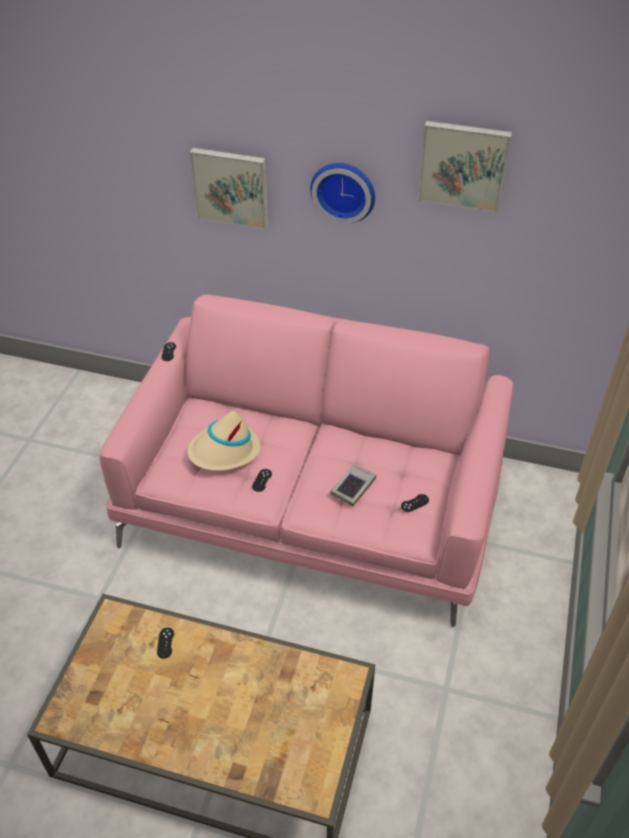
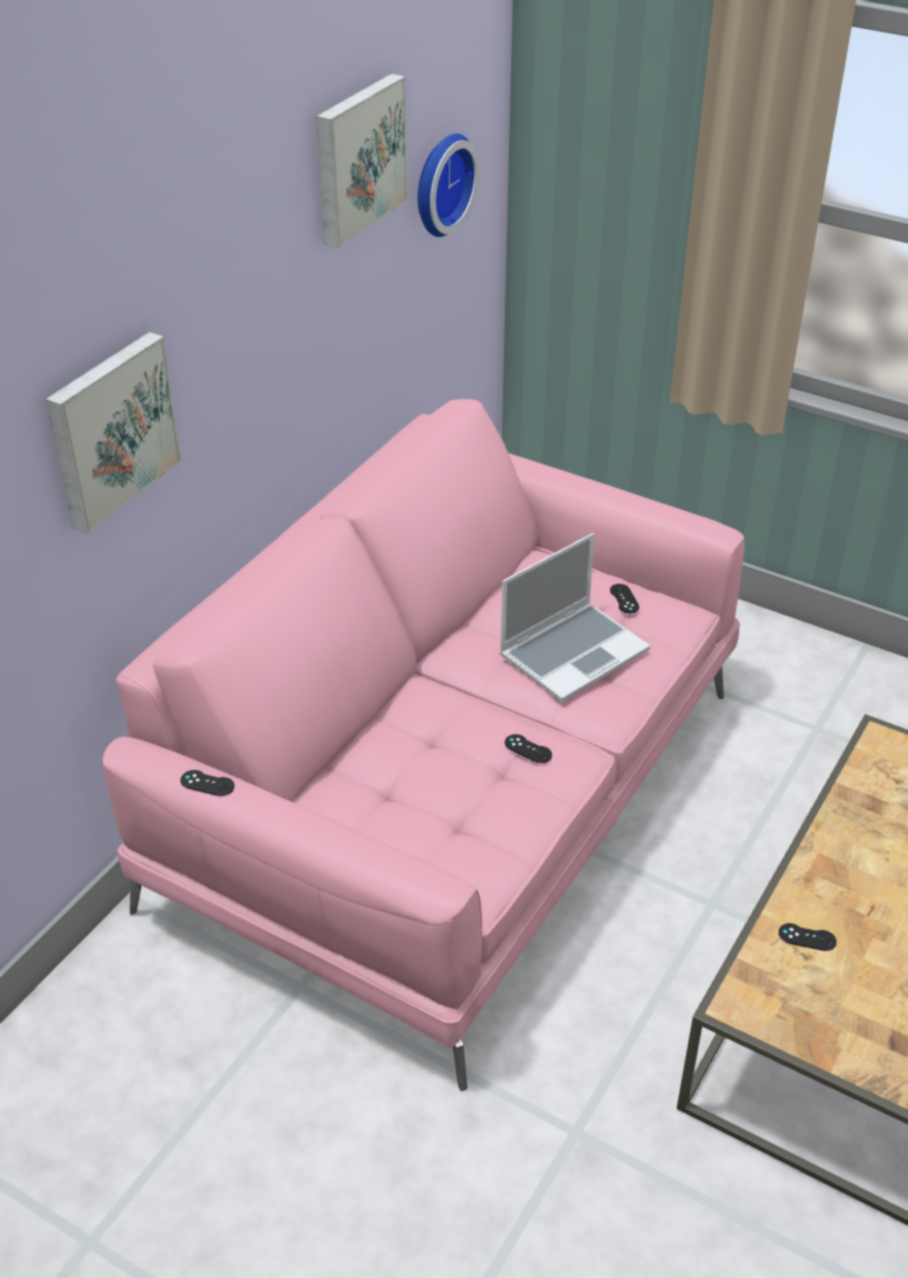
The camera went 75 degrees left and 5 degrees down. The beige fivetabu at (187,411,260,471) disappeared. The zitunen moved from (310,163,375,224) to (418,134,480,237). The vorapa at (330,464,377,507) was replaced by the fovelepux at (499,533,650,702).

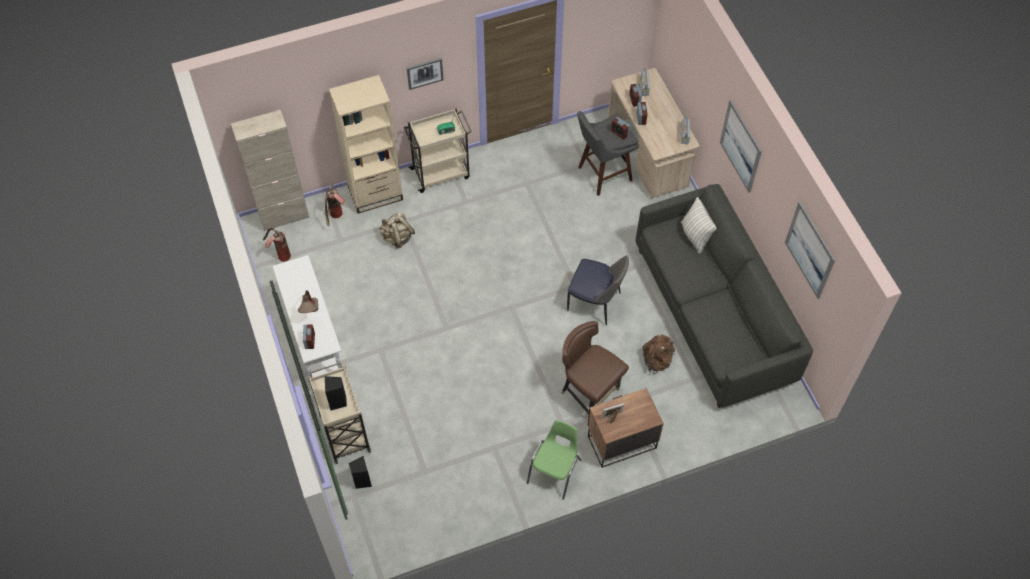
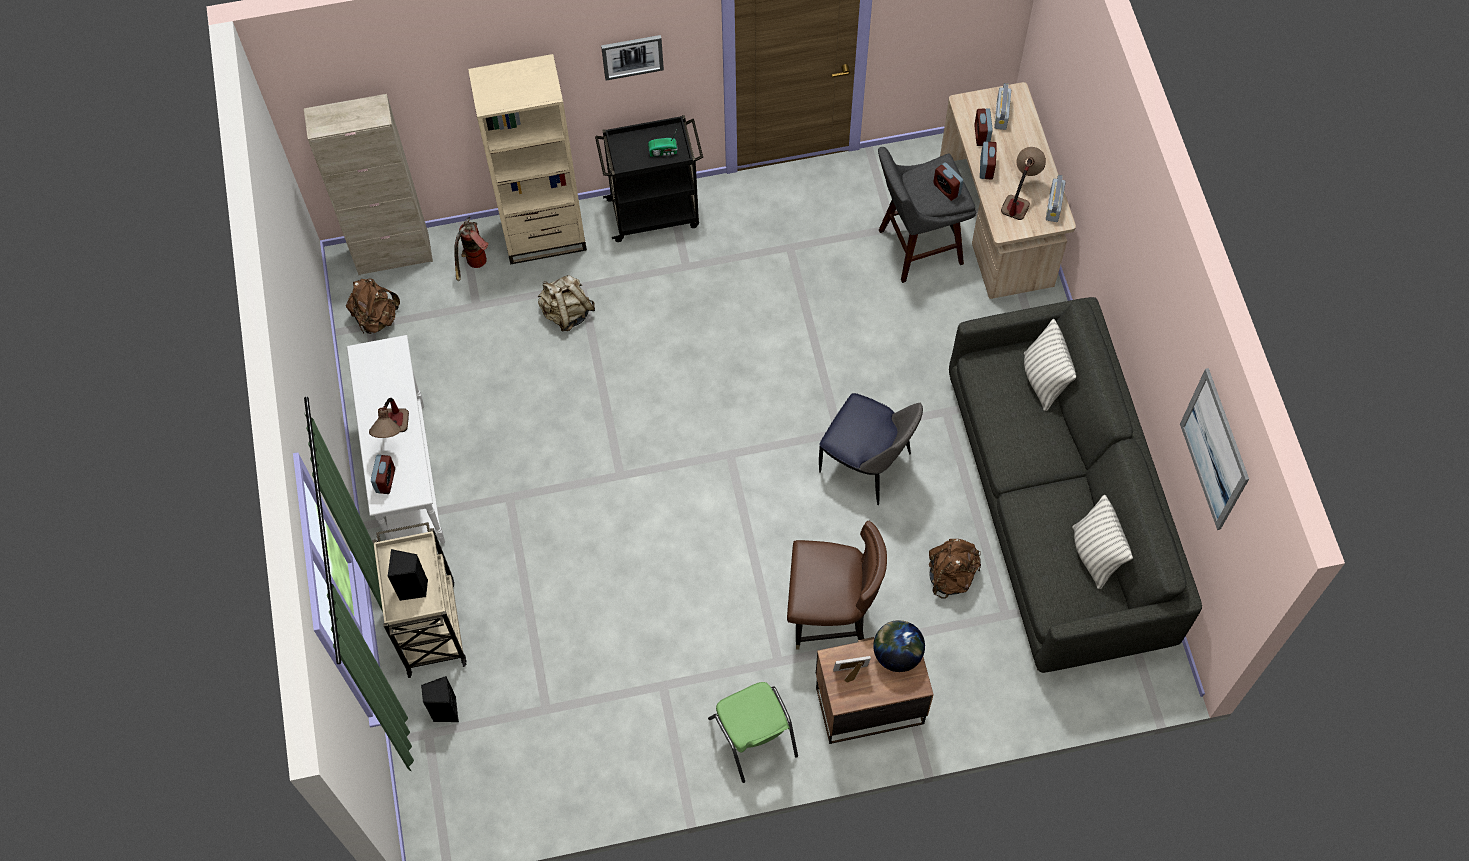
The camera went 10 degrees right and 5 degrees up. The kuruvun at (263,227,291,262) was replaced by the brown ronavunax at (346,278,400,334). The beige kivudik at (404,109,472,193) became the black kivudik at (595,115,703,242). The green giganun at (527,420,581,500) turned 120 degrees clockwise. The brown giganun at (561,321,629,417) turned 135 degrees clockwise. The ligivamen at (720,100,762,193) disappeared. The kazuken at (873,620,925,672) appeared. The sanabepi at (1001,147,1046,220) appeared. The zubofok at (1072,495,1133,589) appeared.

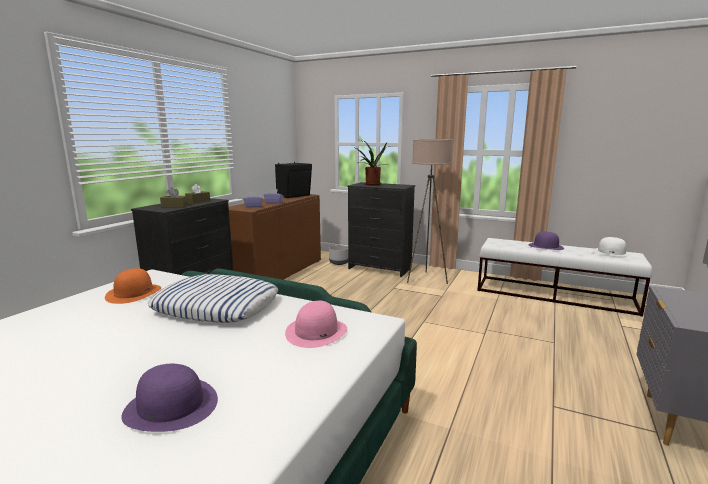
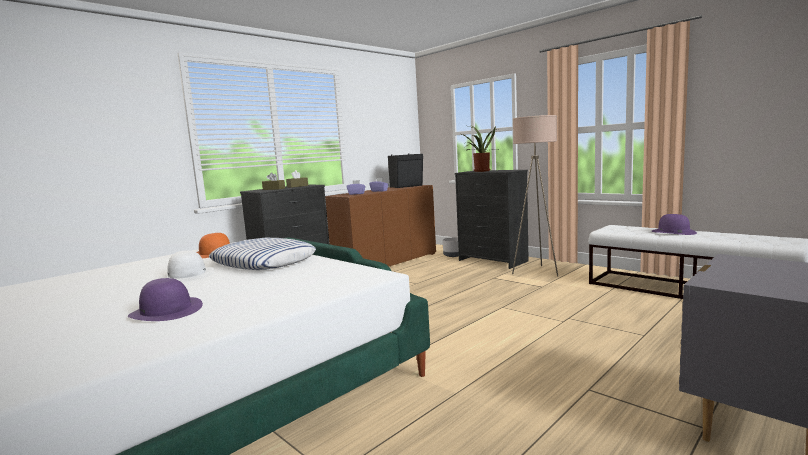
The camera went 20 degrees right and 5 degrees down. The pink fivetabu at (285,301,347,348) disappeared. The white fivetabu moved from (592,237,632,257) to (159,250,214,282).

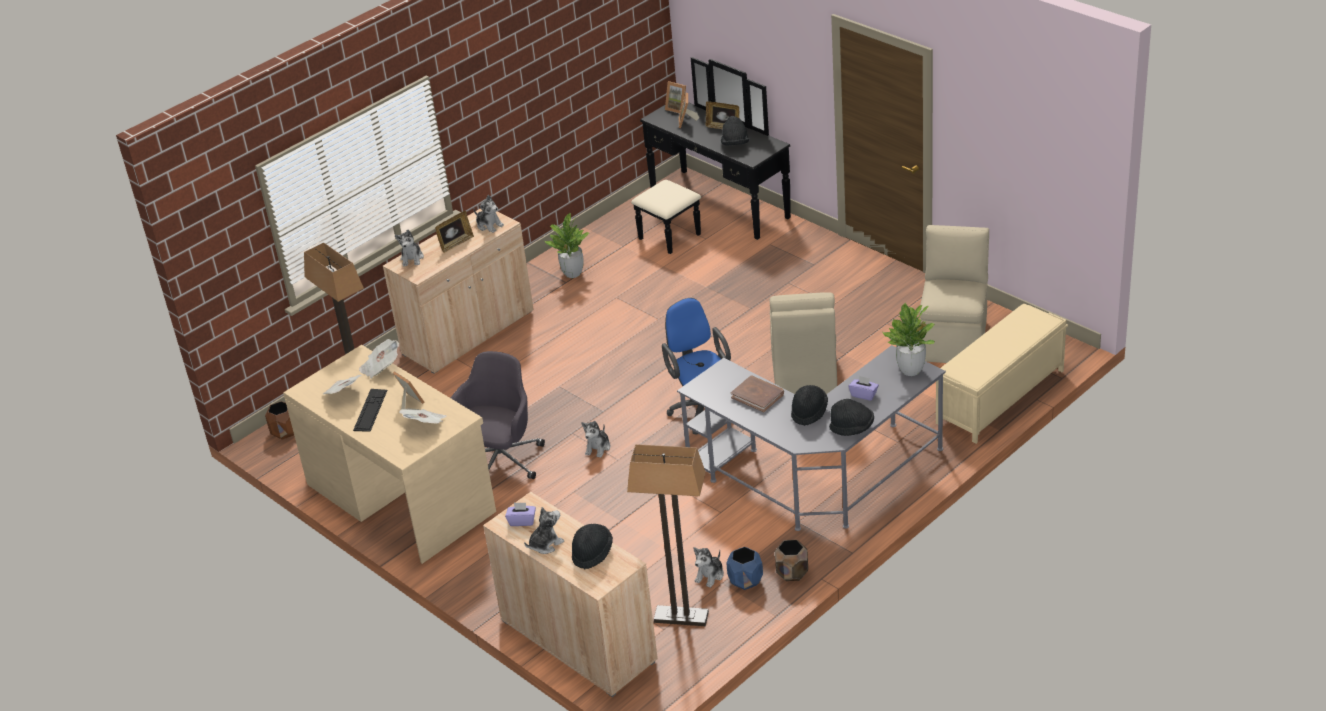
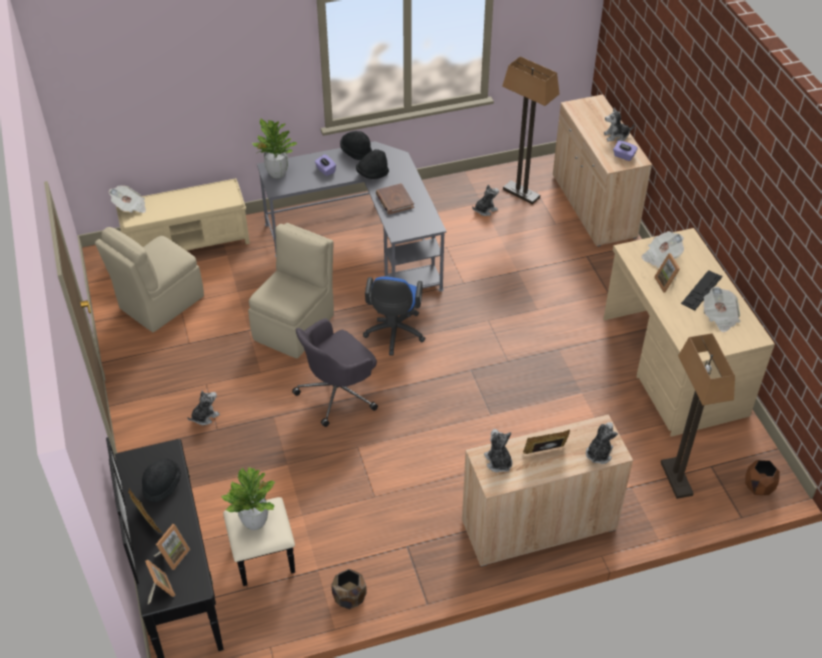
The camera went 155 degrees left and 10 degrees up. The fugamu moved from (359,339,399,379) to (109,185,146,213). The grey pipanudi moved from (450,351,545,479) to (292,318,378,427). The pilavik moved from (545,212,589,278) to (221,467,275,530). The black fivetabu at (572,524,613,569) disappeared. The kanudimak moved from (582,421,610,458) to (187,391,220,425). The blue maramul at (726,547,763,590) disappeared. The brown maramul moved from (775,540,808,581) to (331,569,367,609).

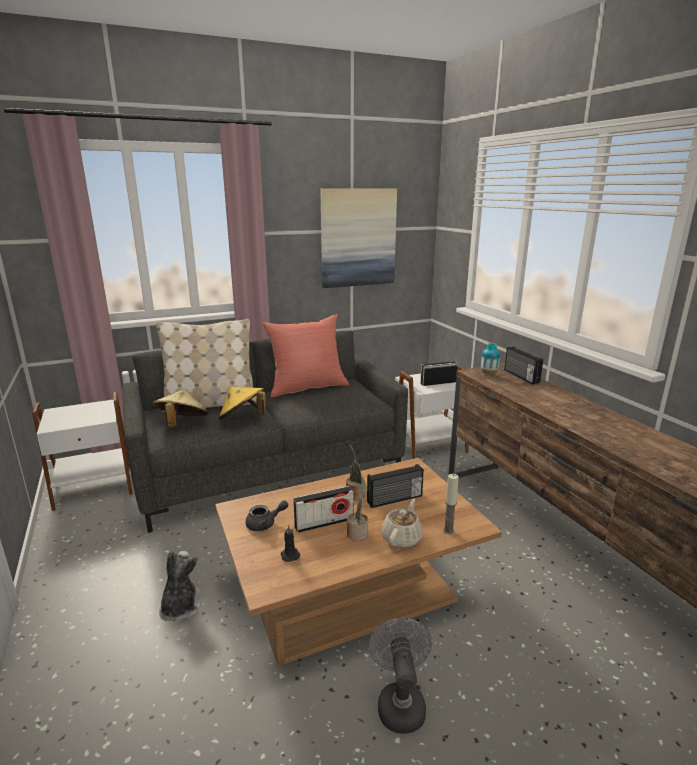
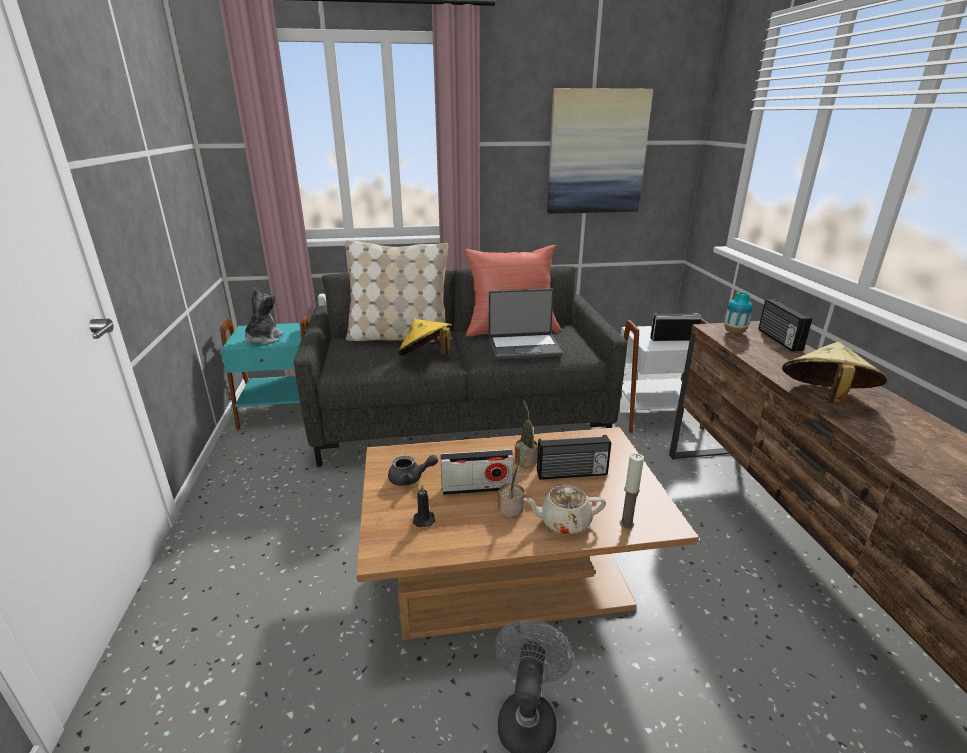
The camera went 15 degrees right and 5 degrees up. The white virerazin at (32,392,133,511) became the turquoise virerazin at (220,314,309,430). The beige fivetabu moved from (152,389,209,427) to (782,342,887,405). The kanudimak moved from (159,551,201,622) to (245,287,283,344). The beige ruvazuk at (381,499,423,548) turned 135 degrees counterclockwise. The fovelepux at (489,288,563,360) appeared.

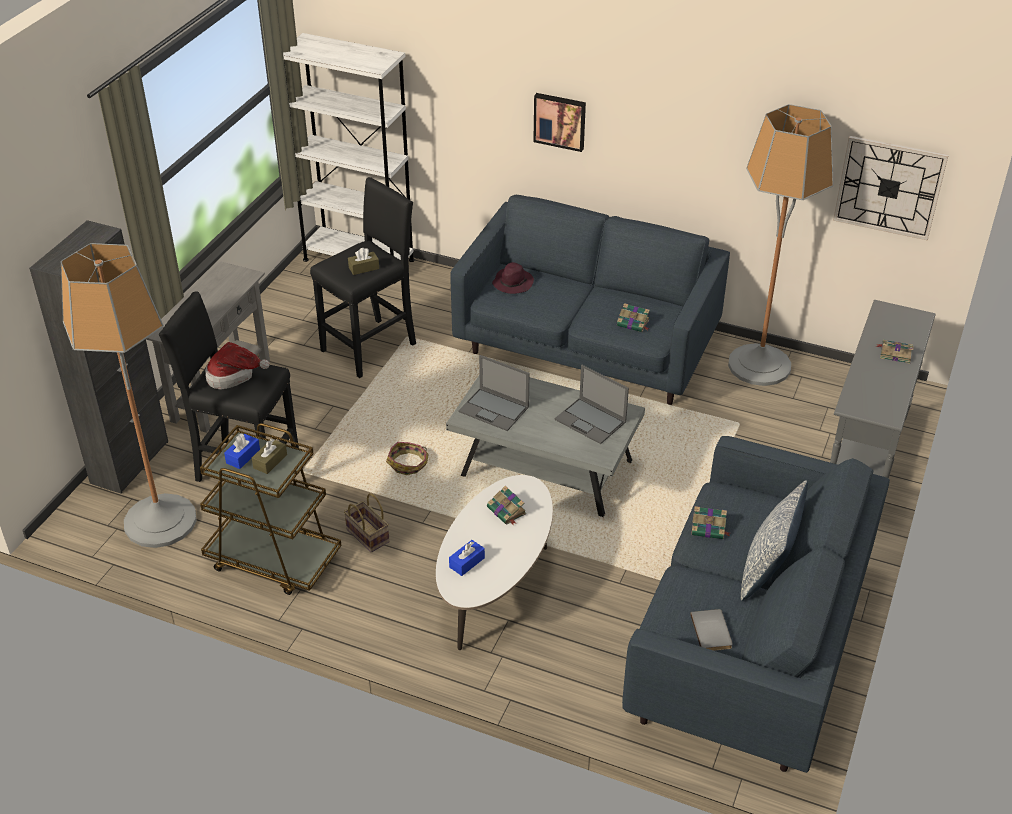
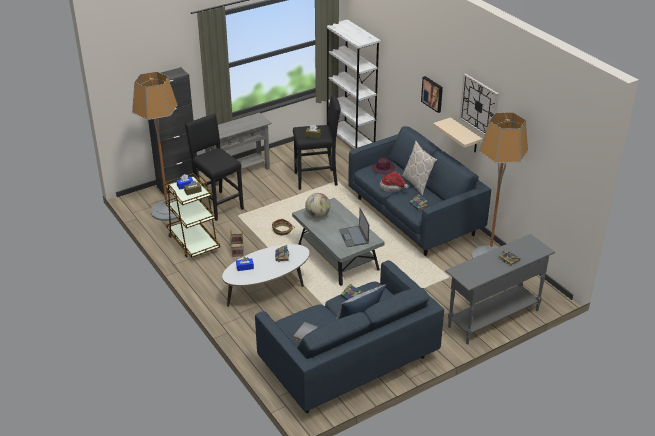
The camera went 35 degrees right and 5 degrees down. The fivetabu moved from (205,342,270,389) to (380,171,409,192). The fovelepux at (458,355,529,431) was replaced by the kazuken at (305,193,331,218). The zitunen moved from (833,136,949,241) to (459,74,499,135). The zubofok at (402,141,437,196) appeared. The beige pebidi at (433,117,482,153) appeared.

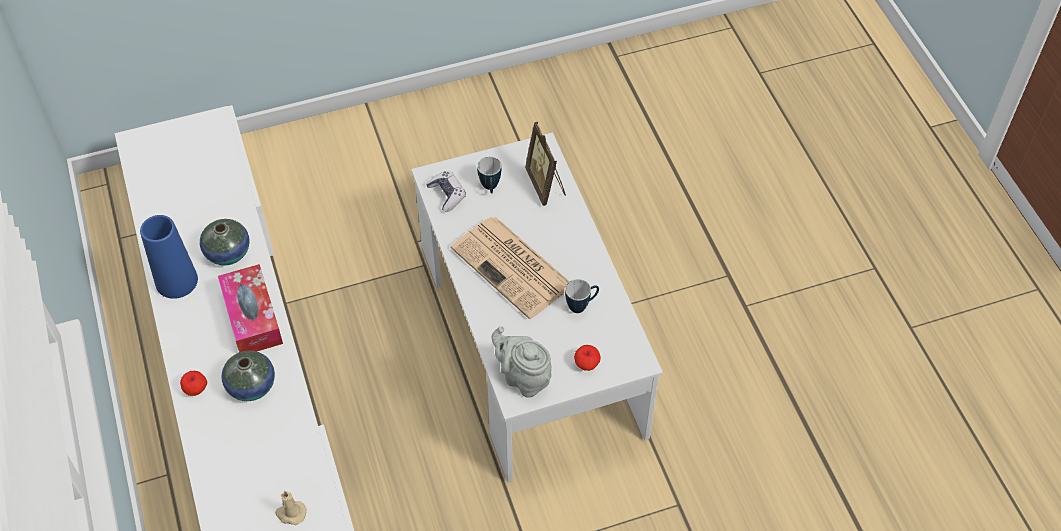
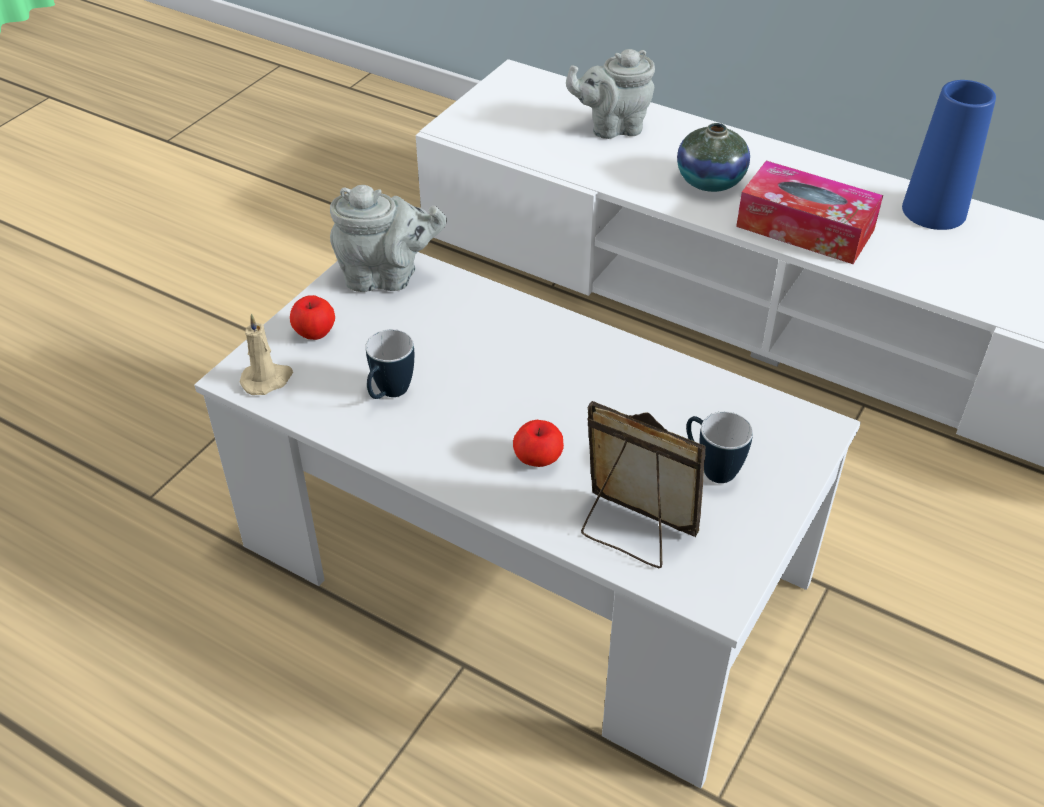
The camera went 140 degrees right and 10 degrees down. The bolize moved from (180,371,207,396) to (513,420,564,467). The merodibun at (200,219,250,266) disappeared. The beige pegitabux moved from (275,491,307,525) to (240,314,293,395). The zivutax at (426,171,466,212) disappeared. The fugamu at (451,217,570,319) disappeared. The grey ruvazuk at (566,49,655,139) appeared.

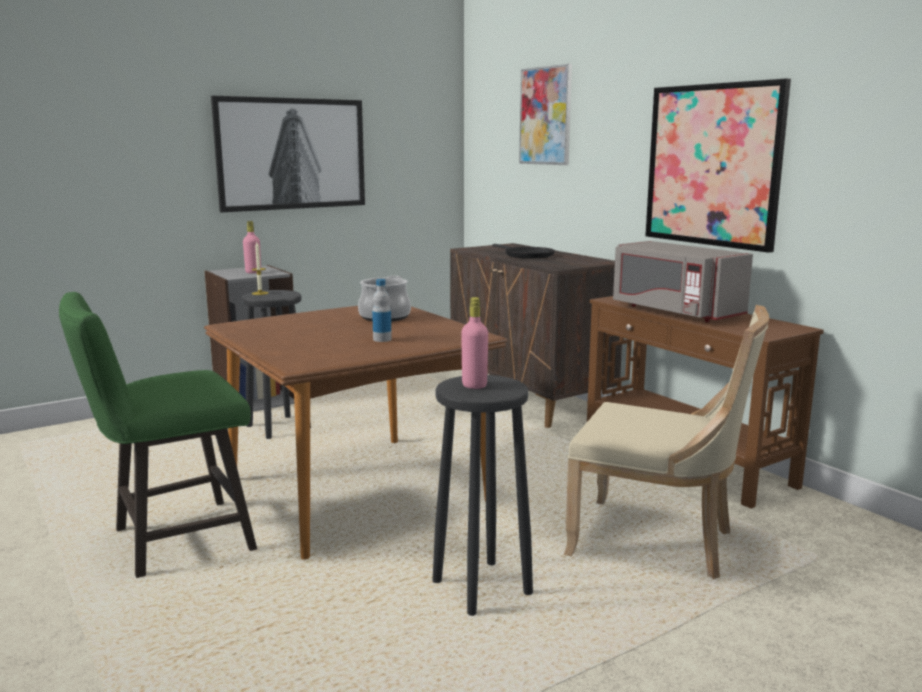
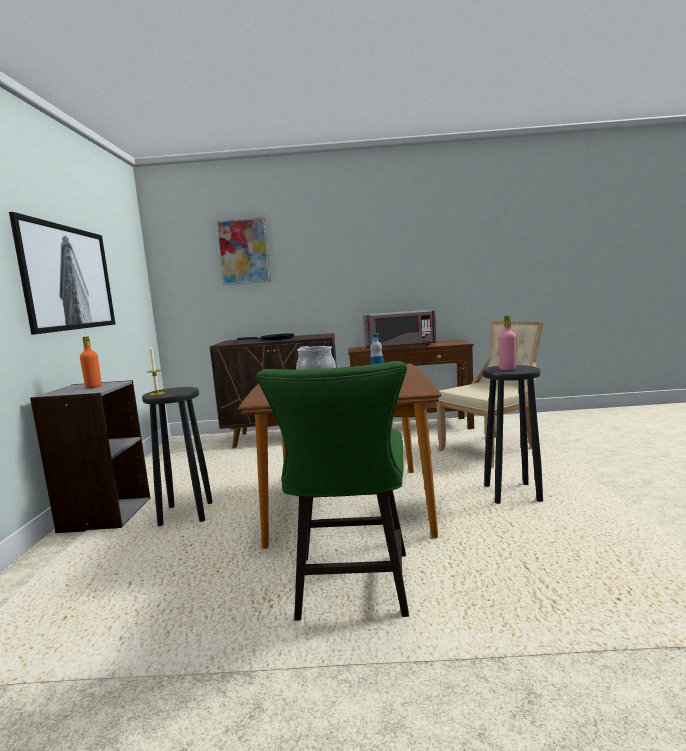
The camera went 55 degrees left and 5 degrees down. The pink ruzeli at (243,221,261,273) became the orange ruzeli at (80,337,102,388). The ligivamen at (645,79,791,253) disappeared.

